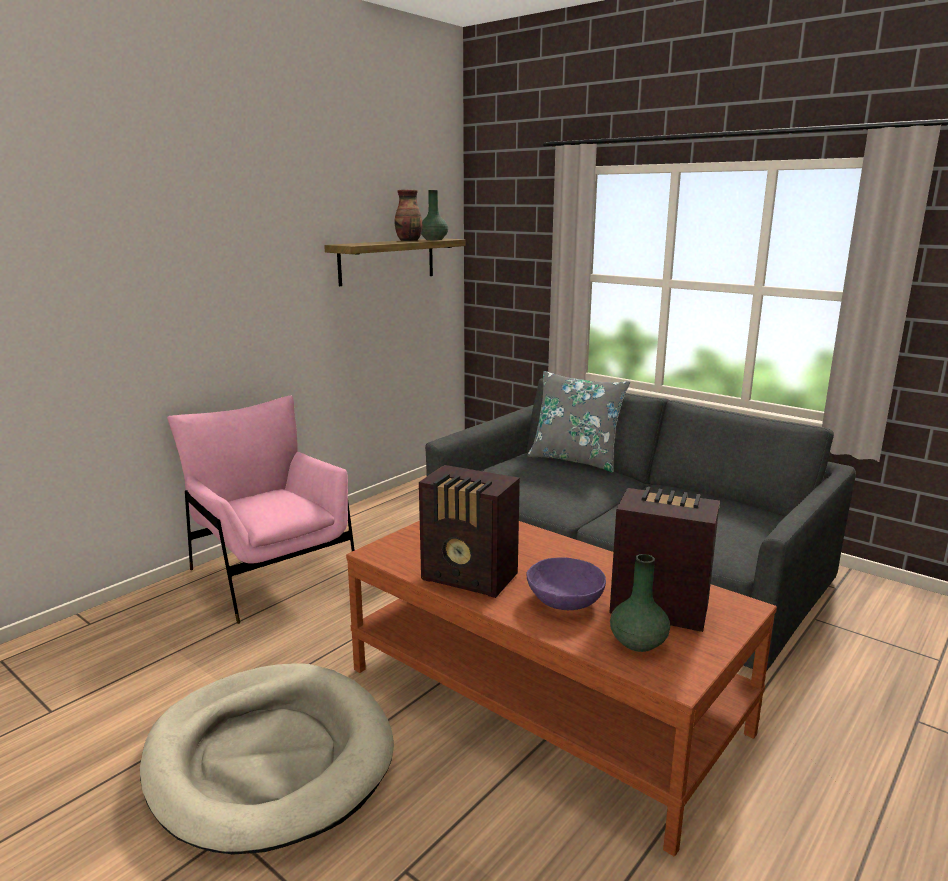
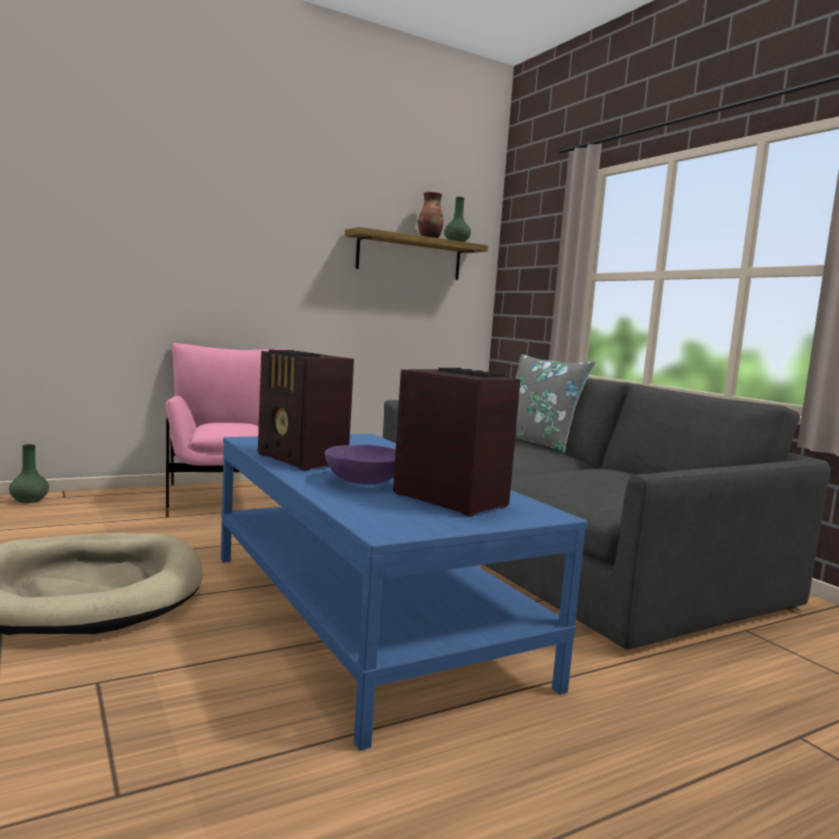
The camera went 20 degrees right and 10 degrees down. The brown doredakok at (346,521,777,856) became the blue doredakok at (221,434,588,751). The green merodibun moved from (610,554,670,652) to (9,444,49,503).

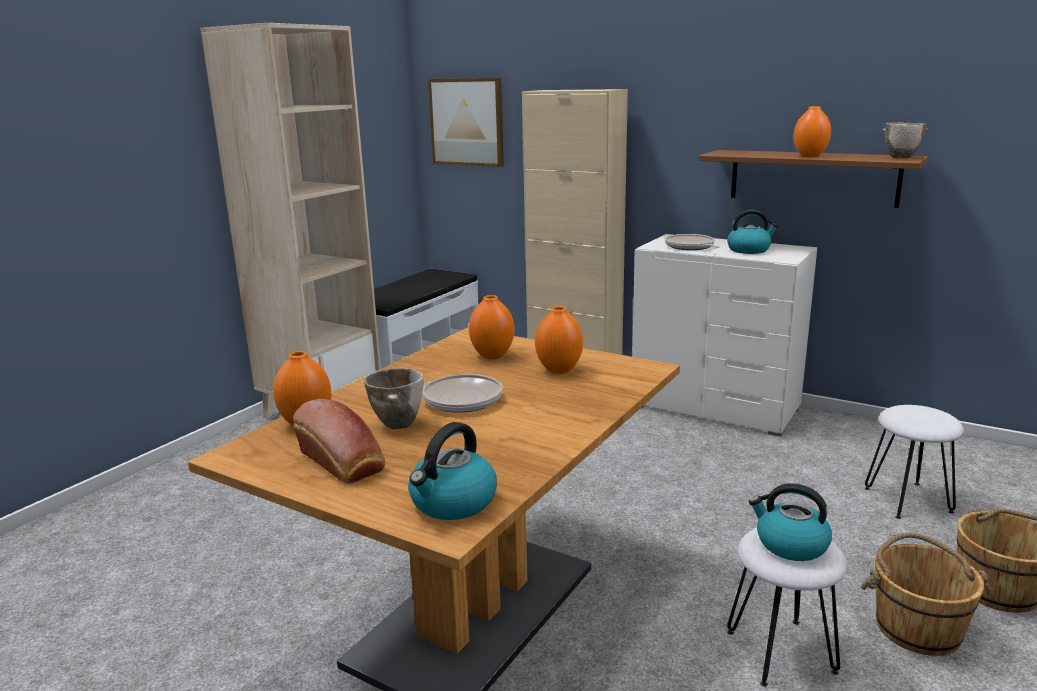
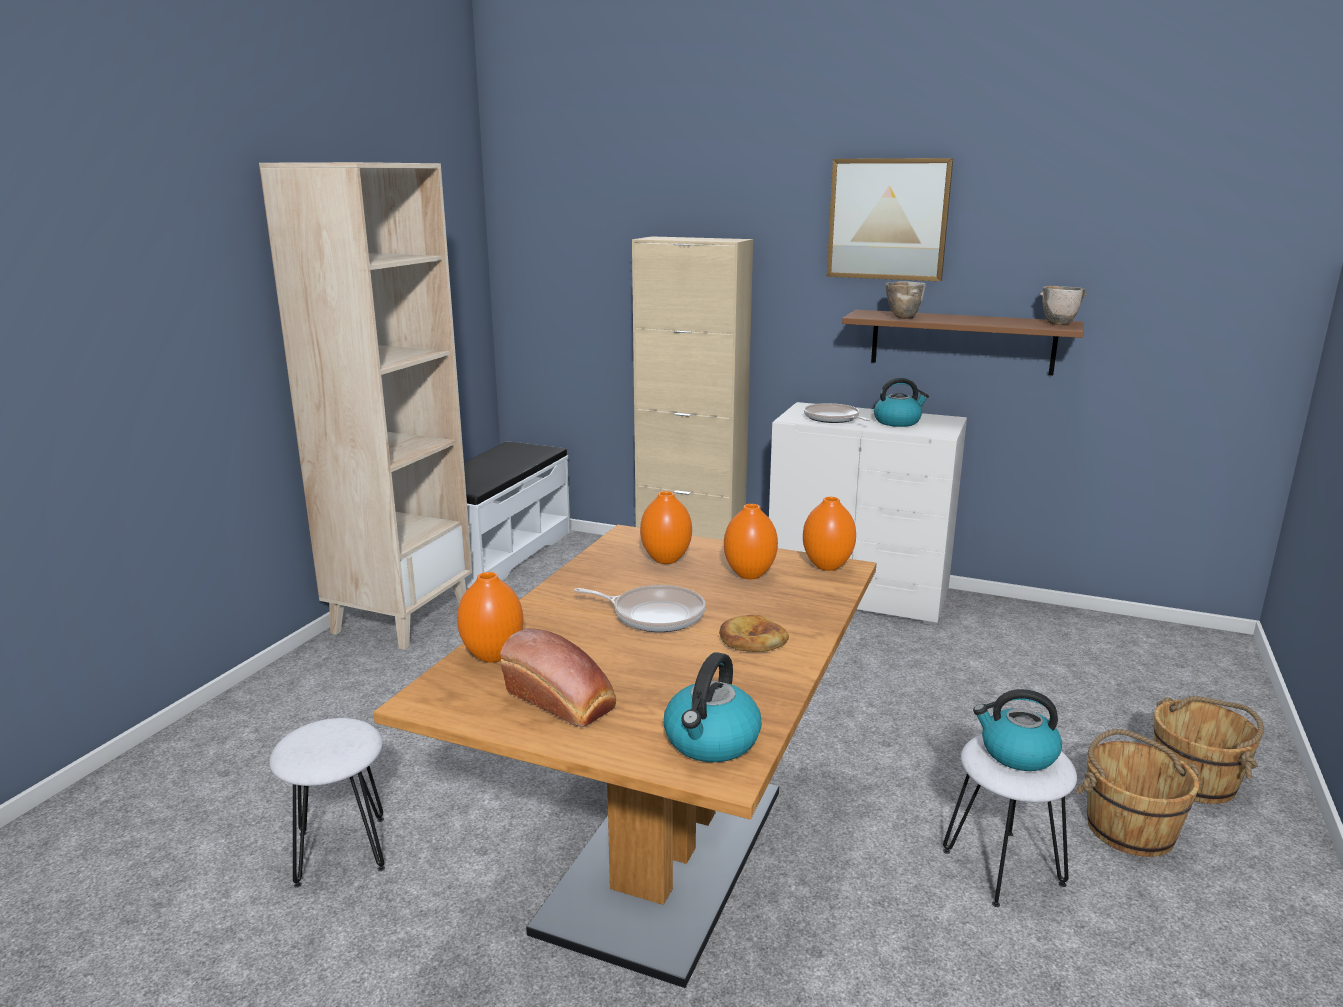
The camera went 10 degrees left and 0 degrees up. The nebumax moved from (364,368,423,429) to (886,281,926,319). The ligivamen moved from (428,78,504,167) to (826,158,953,281). The orange merodibun moved from (794,106,831,157) to (803,497,856,571). The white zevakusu moved from (865,405,964,519) to (269,718,385,888). The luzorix at (719,615,789,652) appeared.

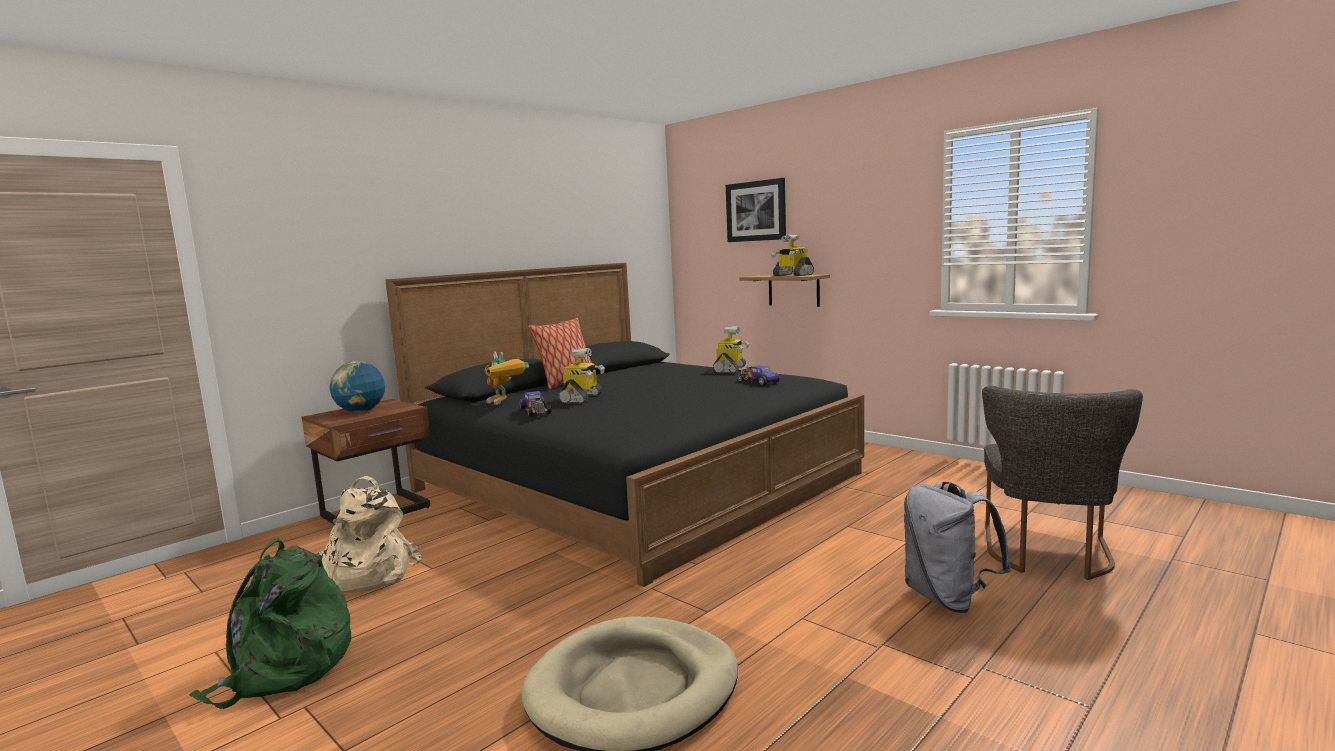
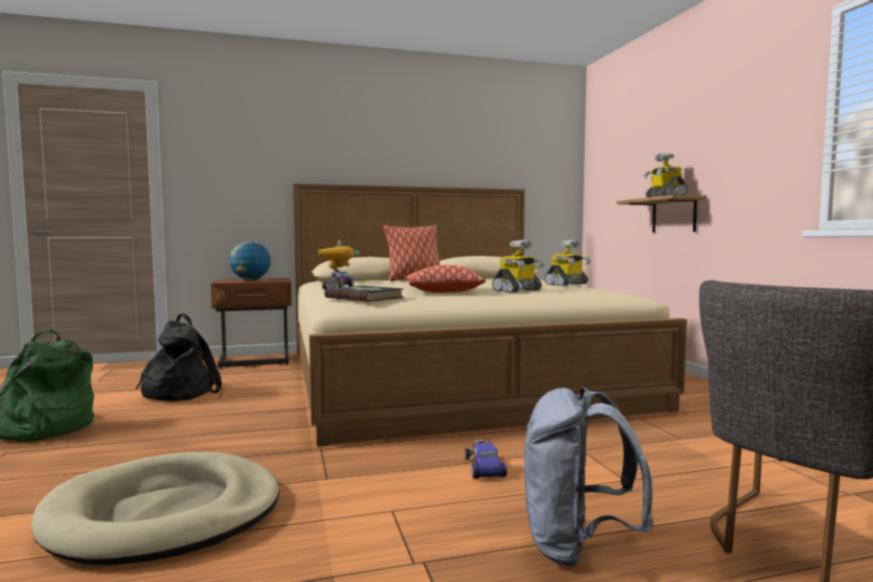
The camera went 30 degrees right and 5 degrees down. The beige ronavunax at (318,476,422,593) became the black ronavunax at (135,313,222,401). The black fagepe at (385,263,864,587) became the beige fagepe at (293,184,687,447). The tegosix moved from (558,348,605,404) to (492,240,545,292). The ligivamen at (726,178,786,242) disappeared. The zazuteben moved from (737,365,780,386) to (464,439,507,479). The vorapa at (324,285,404,302) appeared. The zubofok at (406,265,486,293) appeared.

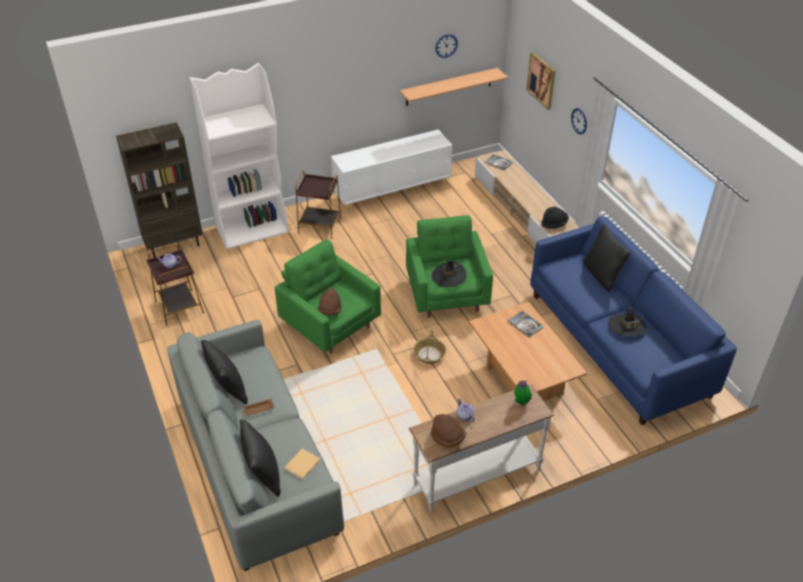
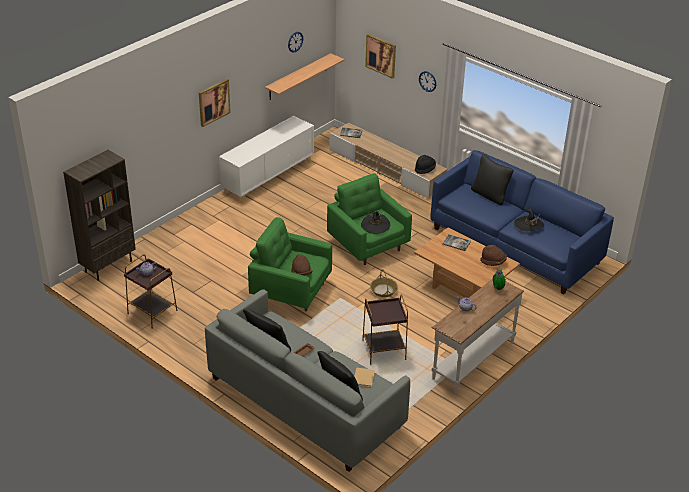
The camera went 25 degrees left and 5 degrees down. The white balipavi at (190,63,288,249) disappeared. The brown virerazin moved from (295,171,341,239) to (363,295,408,365). The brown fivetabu moved from (431,414,466,447) to (480,245,507,266). The ligivamen at (199,79,231,127) appeared.

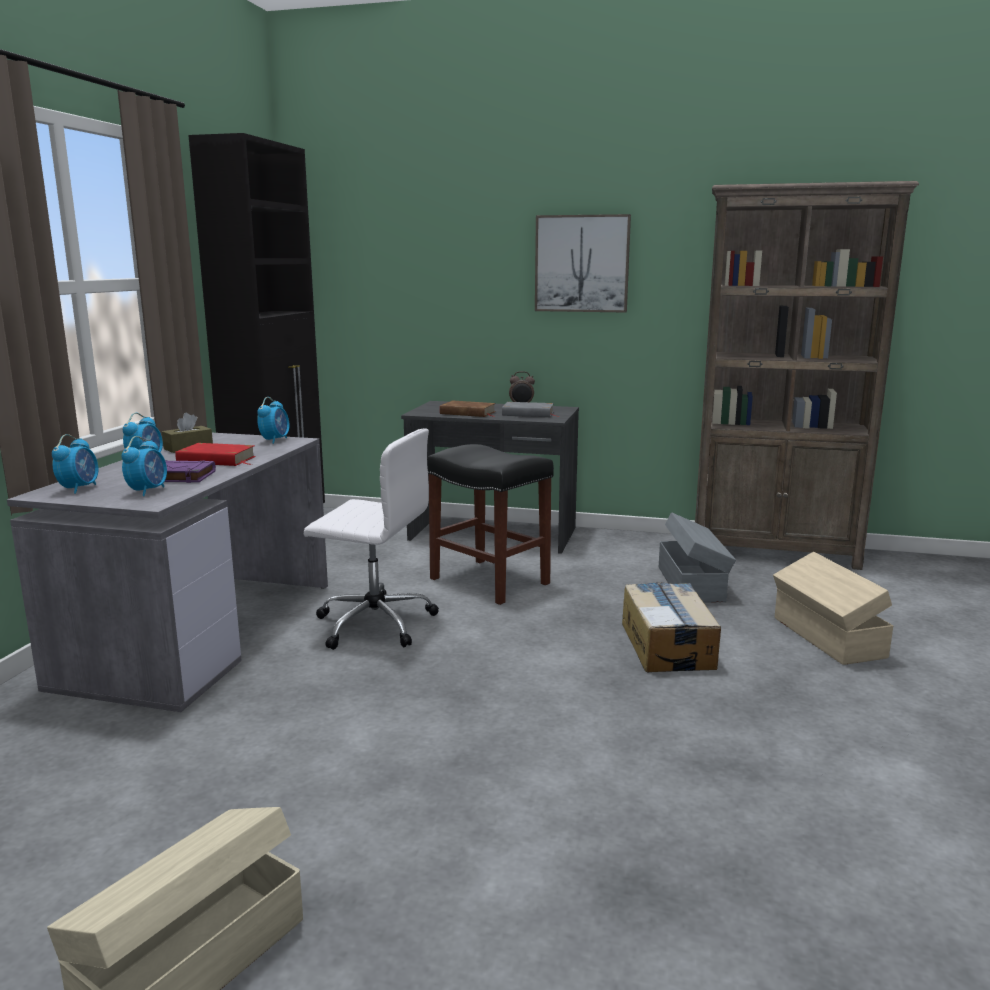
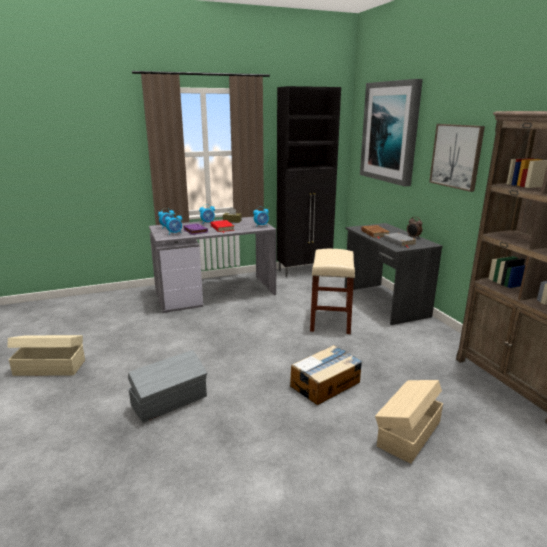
The camera went 55 degrees right and 5 degrees up. The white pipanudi at (304,428,439,650) disappeared. The black zevakusu at (427,444,554,605) became the beige zevakusu at (310,249,355,334). The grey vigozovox moved from (659,512,736,603) to (128,350,207,423). The ligivamen at (360,79,423,186) appeared.

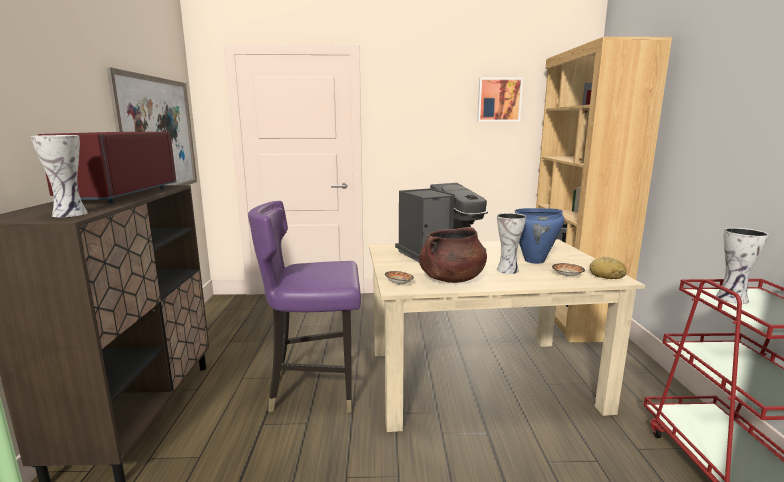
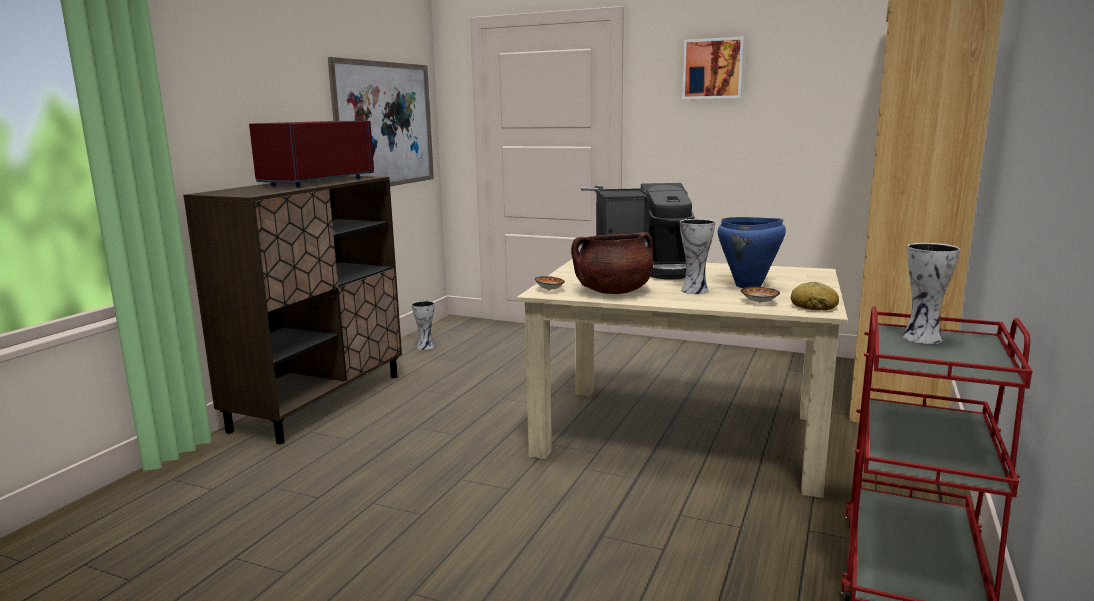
The camera went 25 degrees right and 0 degrees up. The merodibun moved from (30,135,88,217) to (412,301,435,350). The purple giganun at (248,201,361,413) disappeared. The ligivamen moved from (477,77,523,122) to (682,37,745,99).

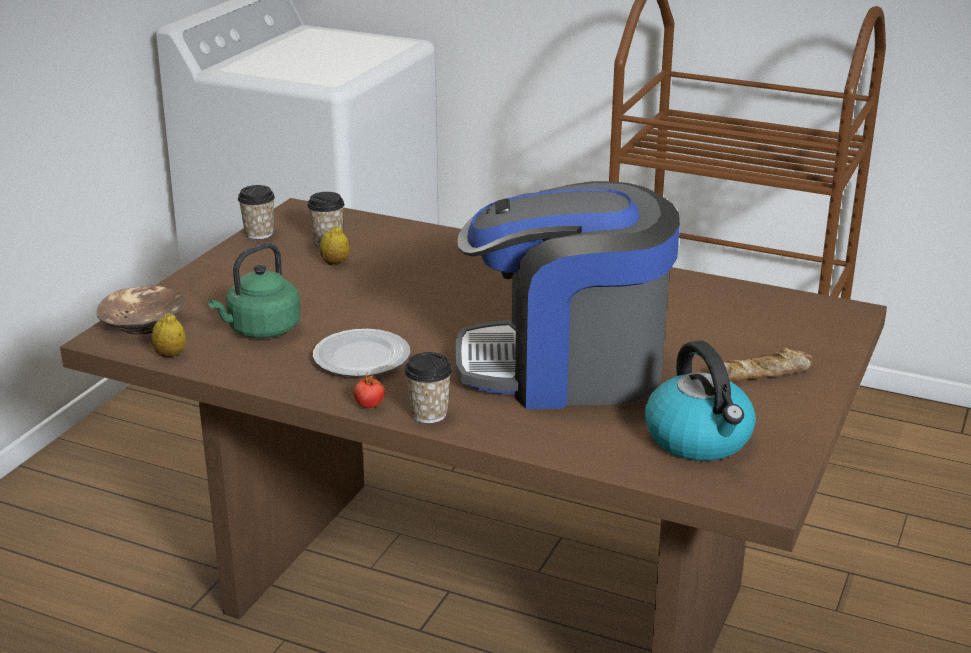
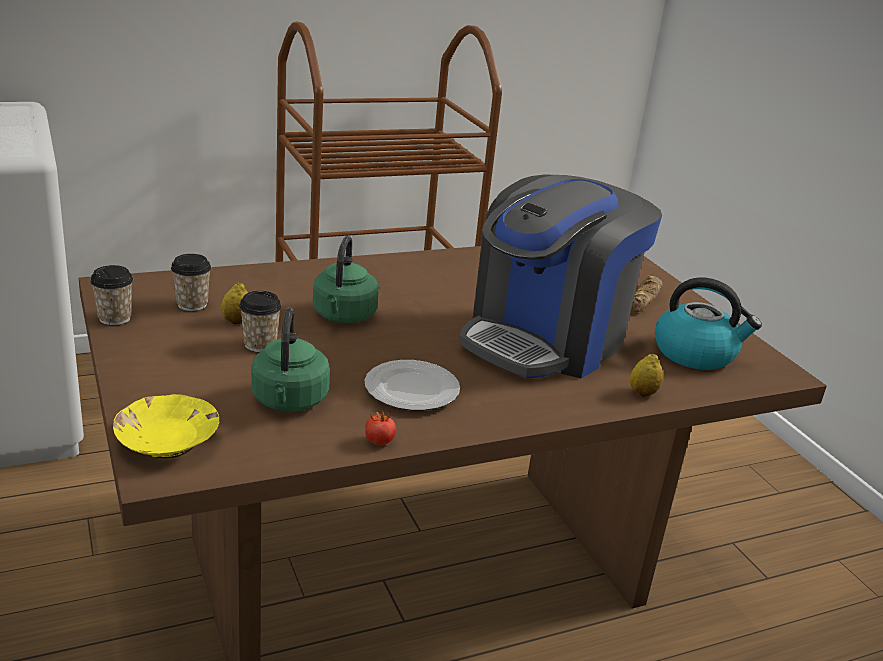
The camera went 50 degrees left and 0 degrees up. The brown nebumax at (96,285,185,335) became the yellow nebumax at (113,394,219,458). The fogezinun moved from (151,313,186,358) to (630,354,663,397). The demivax moved from (354,372,385,408) to (365,412,396,445). The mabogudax moved from (404,352,452,423) to (239,291,282,352). The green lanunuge at (313,236,379,323) appeared.

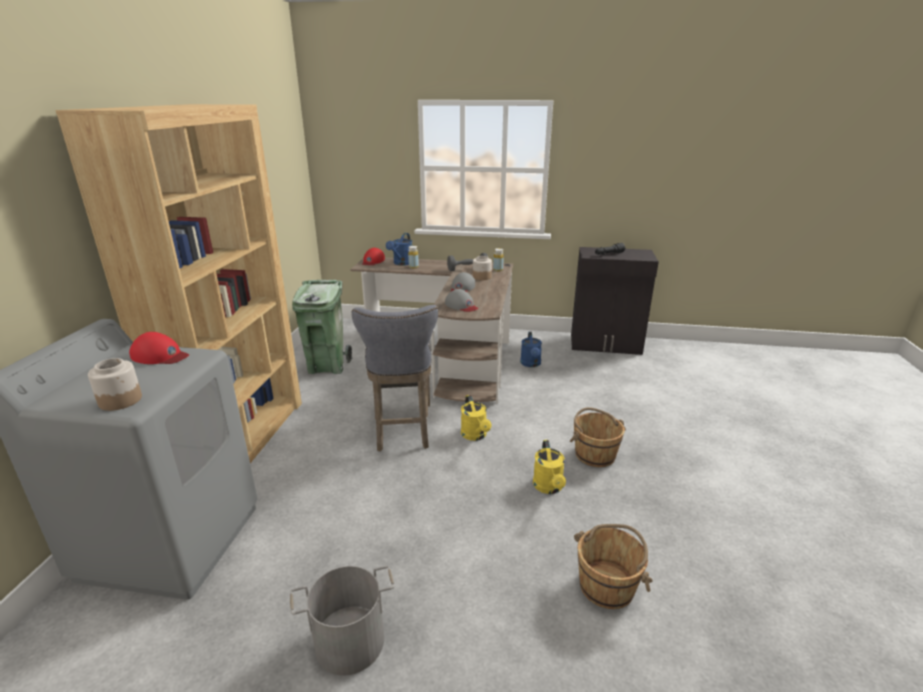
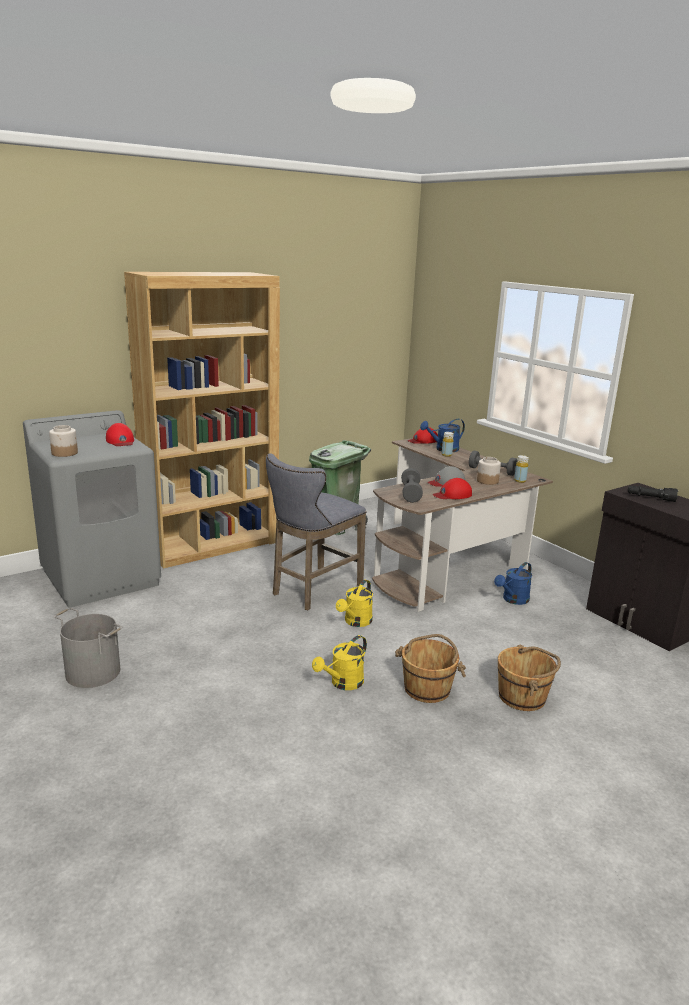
The camera went 45 degrees right and 5 degrees down. The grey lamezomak at (445,289,478,312) was replaced by the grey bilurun at (401,468,423,503). The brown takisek moved from (574,524,653,609) to (498,645,561,711). The red lamezomak at (433,478,472,499) appeared.

